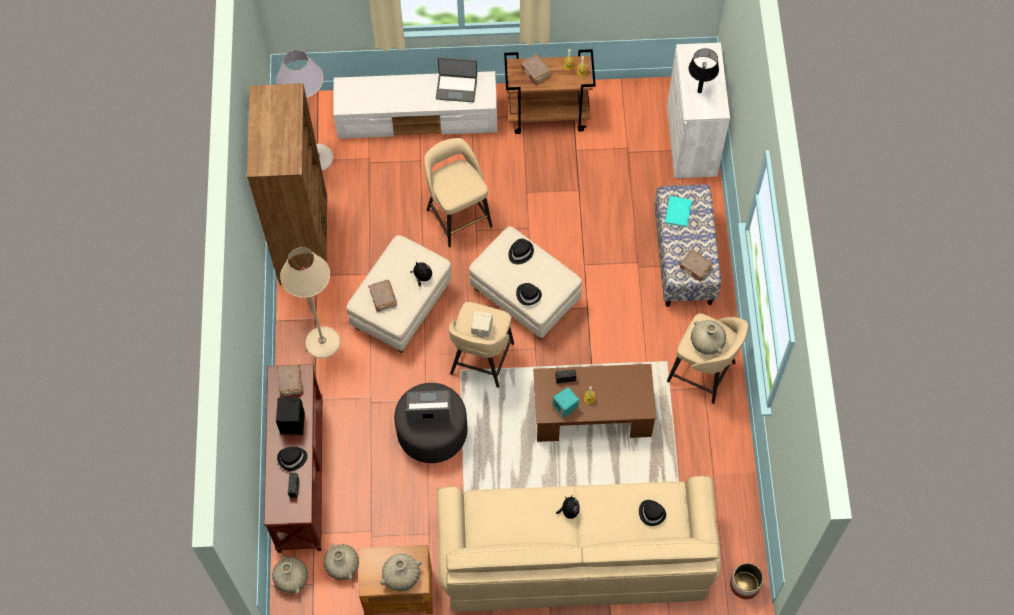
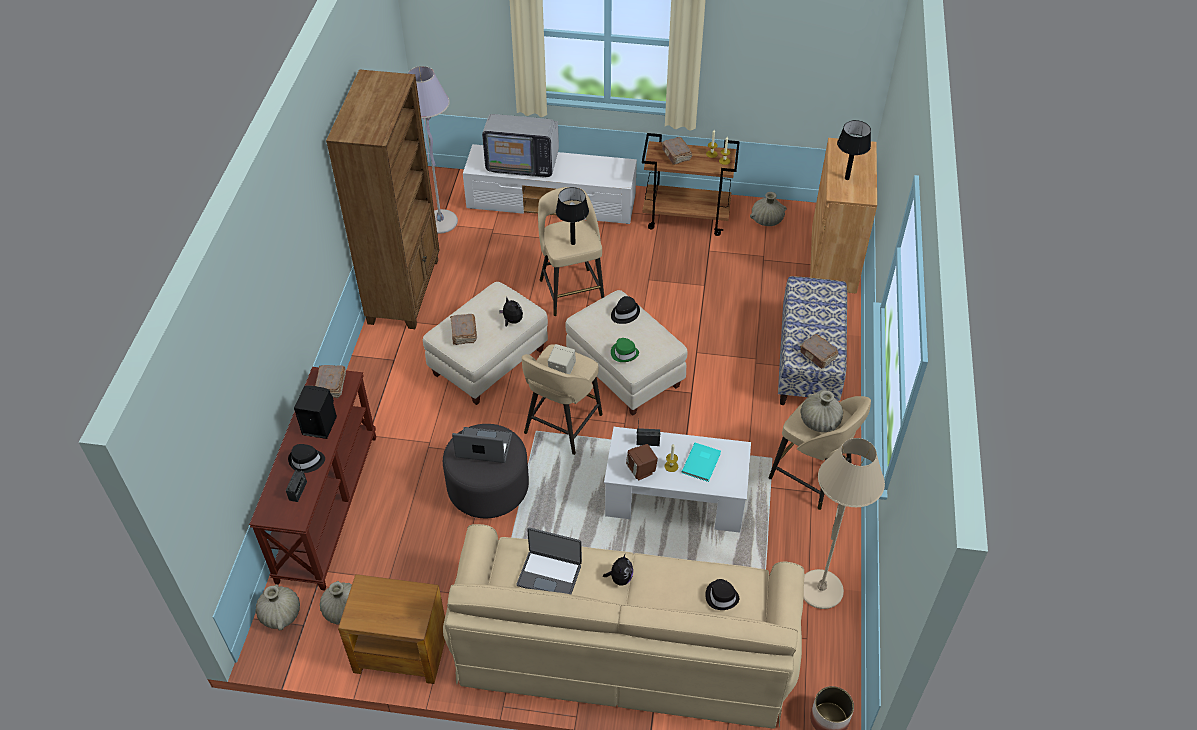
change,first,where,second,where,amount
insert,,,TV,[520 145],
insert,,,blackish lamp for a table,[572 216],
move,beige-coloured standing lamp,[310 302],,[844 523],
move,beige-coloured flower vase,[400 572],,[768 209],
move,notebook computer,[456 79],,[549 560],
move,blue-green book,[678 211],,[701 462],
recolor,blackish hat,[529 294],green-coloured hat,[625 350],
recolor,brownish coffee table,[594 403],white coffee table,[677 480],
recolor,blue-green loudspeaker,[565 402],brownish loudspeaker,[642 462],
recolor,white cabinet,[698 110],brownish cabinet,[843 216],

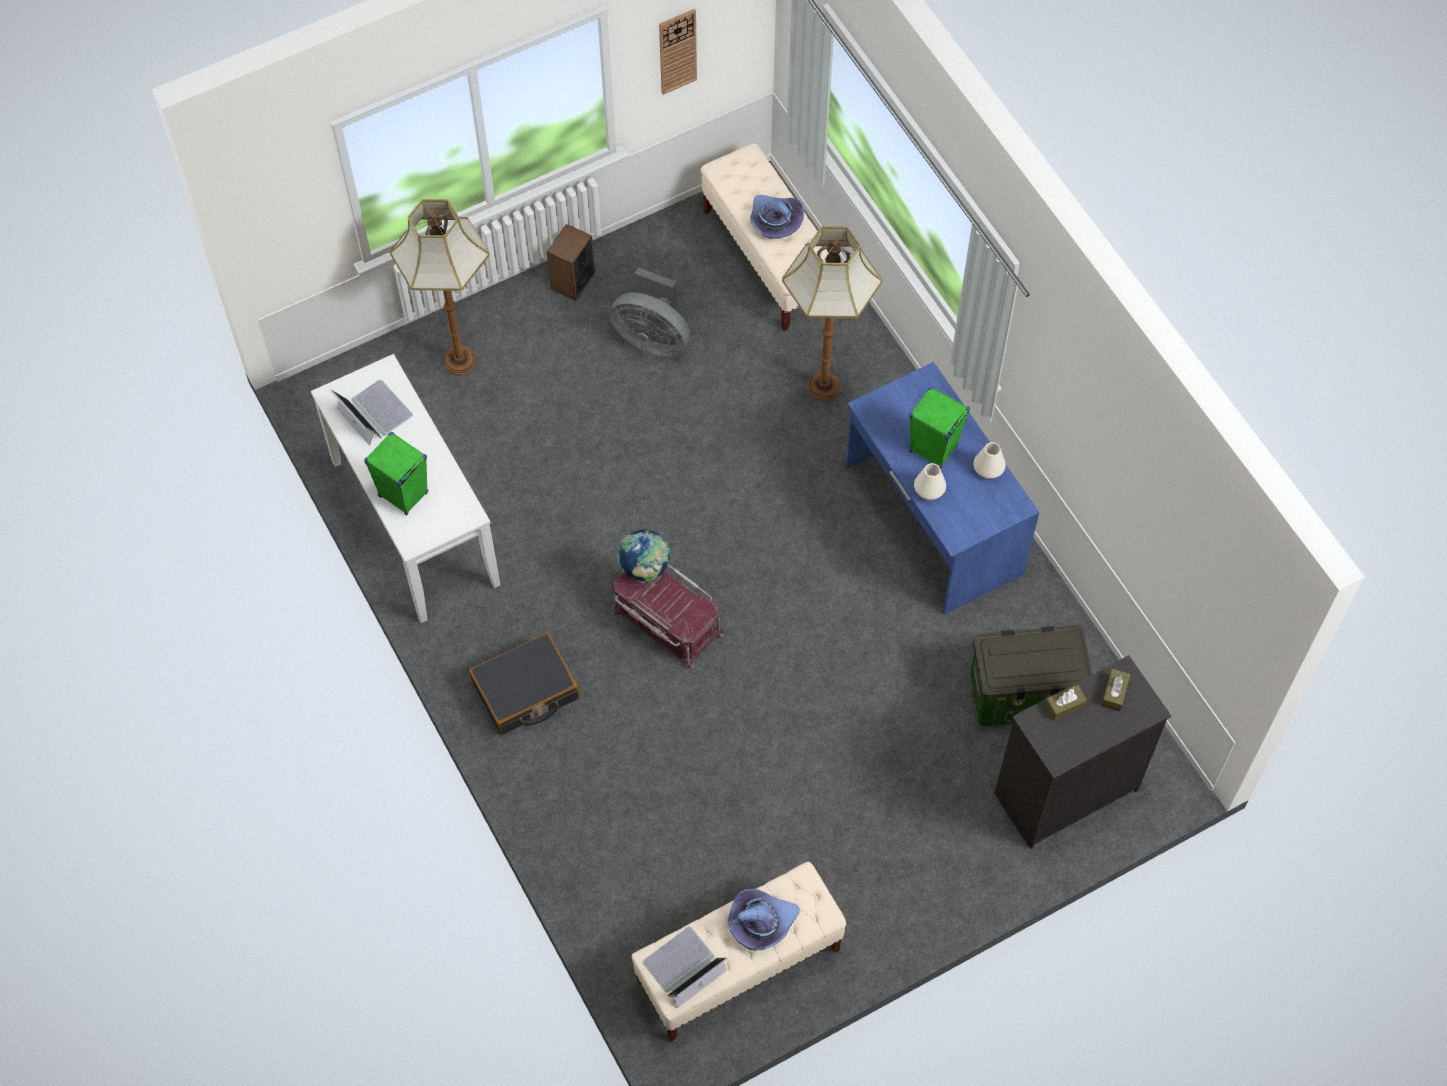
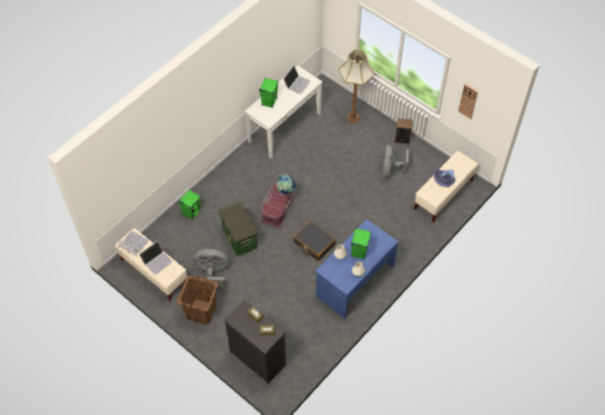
change,first,where,second,where,amount
delete,standing lamp,[832 313],,,
insert,,,brownish laundry basket,[197 300],
insert,,,green-coloured loudspeaker,[189 205],
insert,,,greyish electric fan,[211 269],
move,blackish suitcase,[524 684],,[315 241],
move,storage box,[1031 675],,[238 229],
replace,purple-coloured hat,[764 919],notebook computer,[155 258],

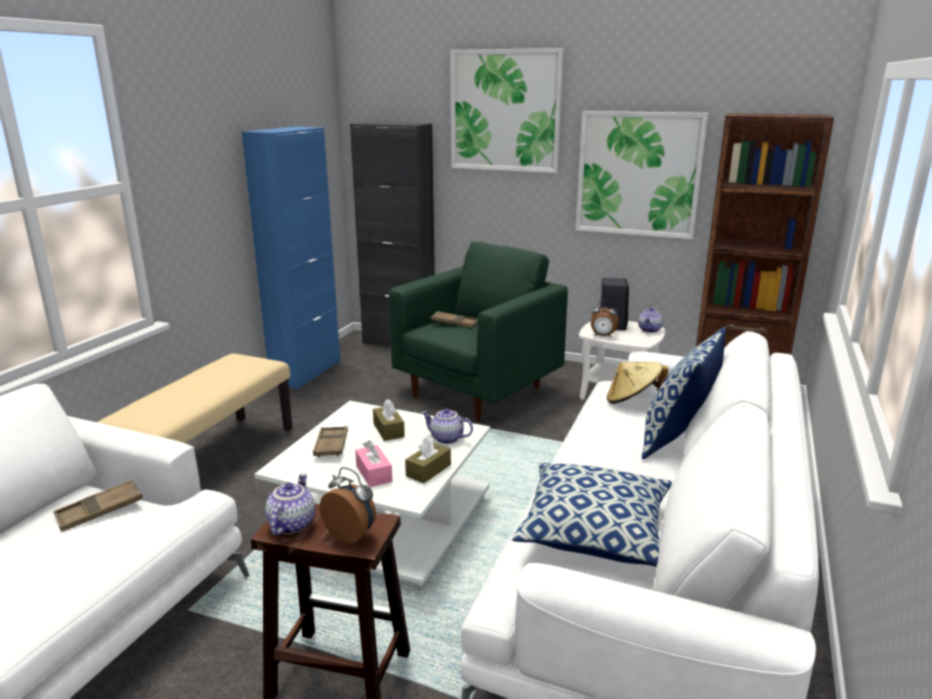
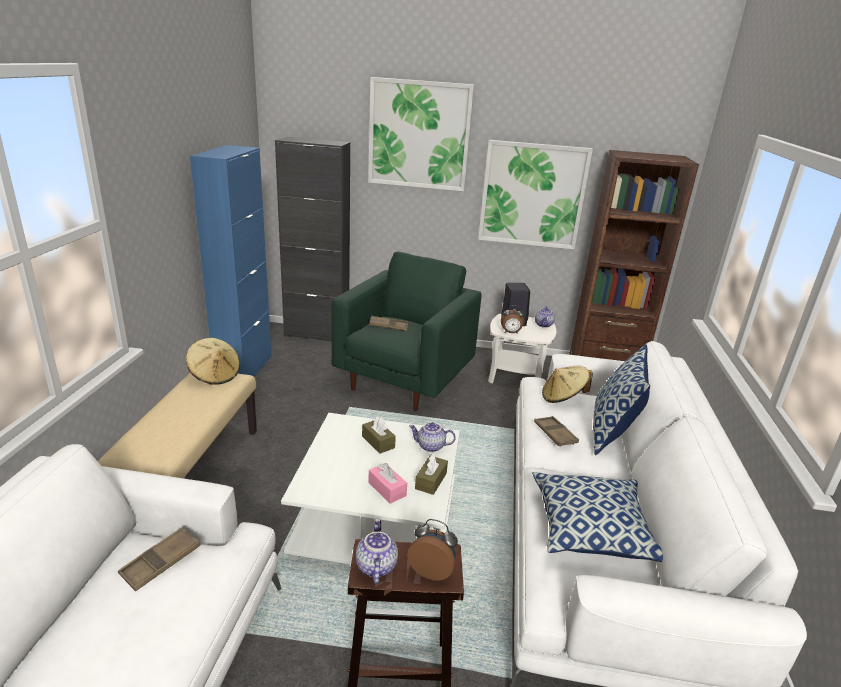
change,first,where,second,where,amount
insert,,,beige-coloured hat,[213 361],
move,brownish carrying tray,[330 441],,[556 431],

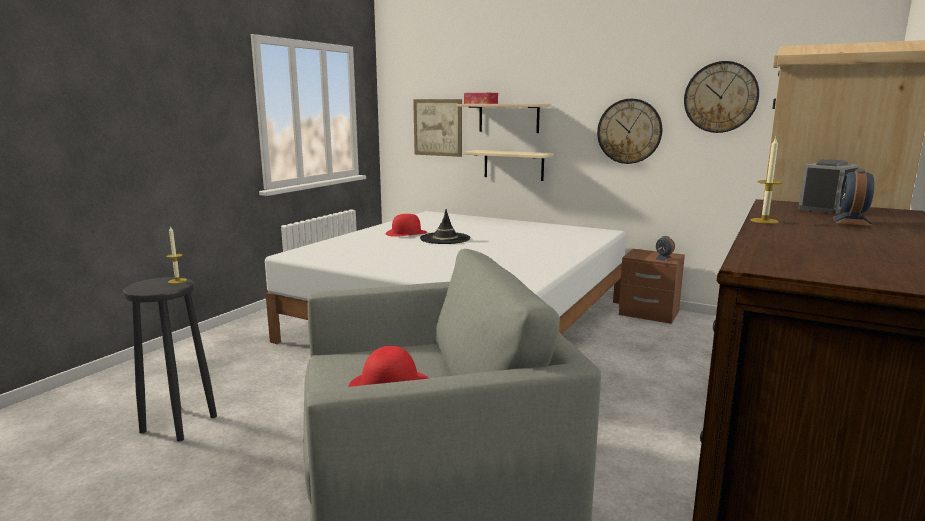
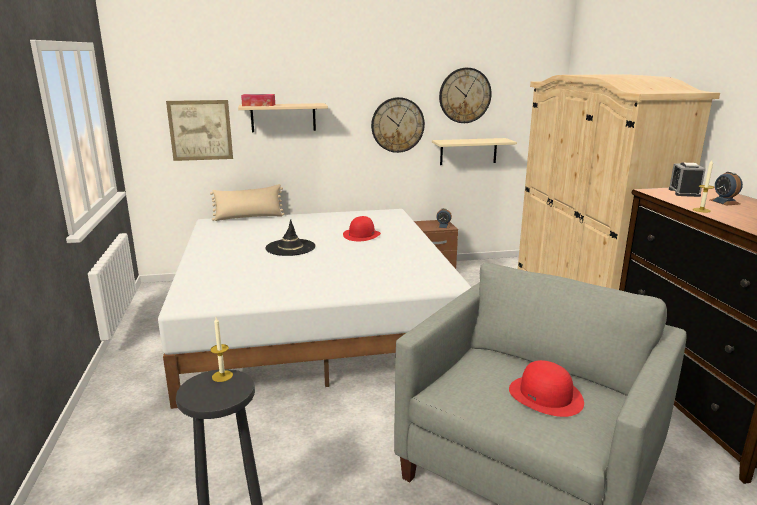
change,first,where,second,where,amount
insert,,,beige-coloured pillow,[247 202],
move,reddish hat,[406 225],,[362 228],
move,beige-coloured shelf,[508 165],,[474 151],

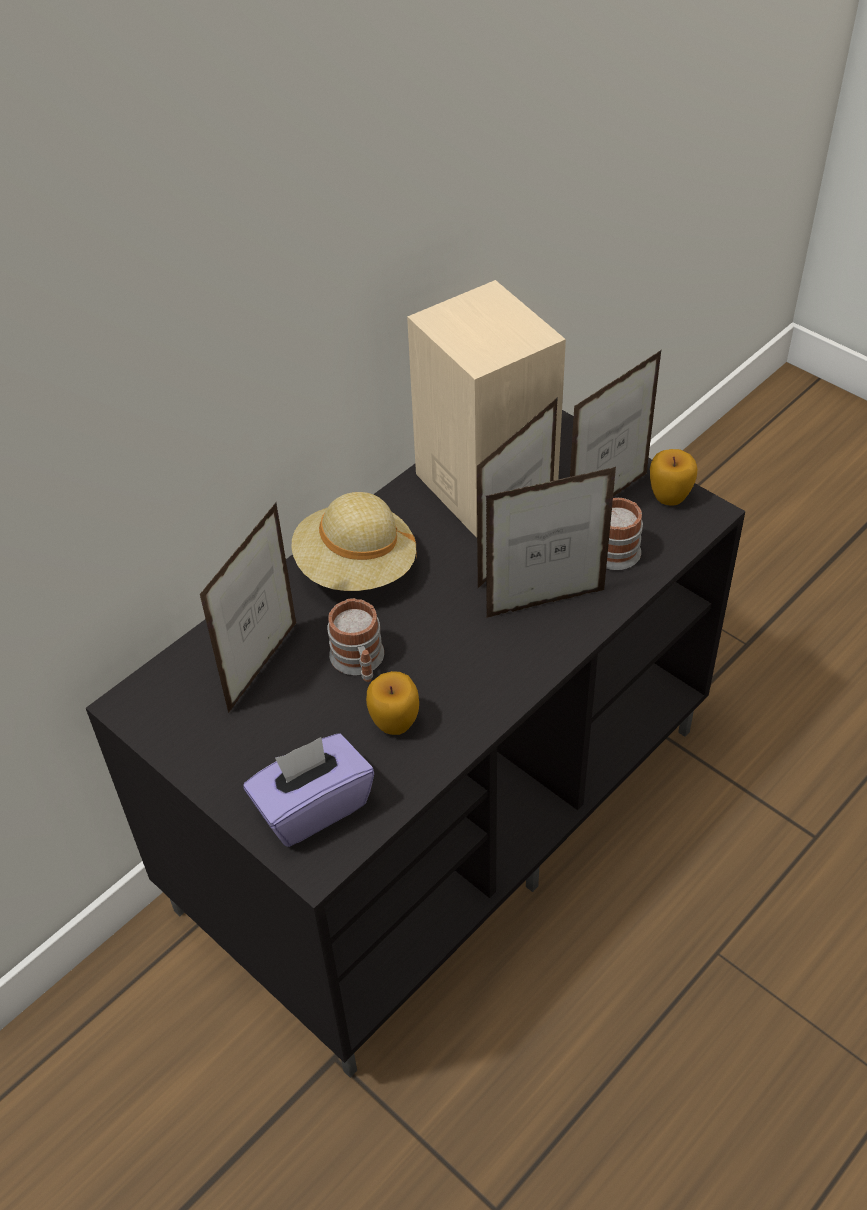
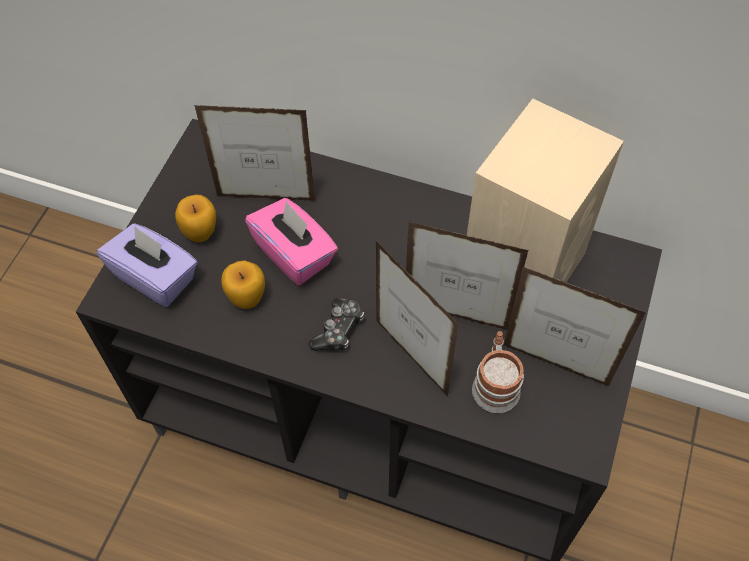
change,first,where,second,where,amount
delete,beige-coloured hat,[354 541],,,
insert,,,game controller,[336 324],
move,apple fruit,[673 477],,[195 218],
replace,mug,[355 640],pink-coloured tissue holder,[291 241],

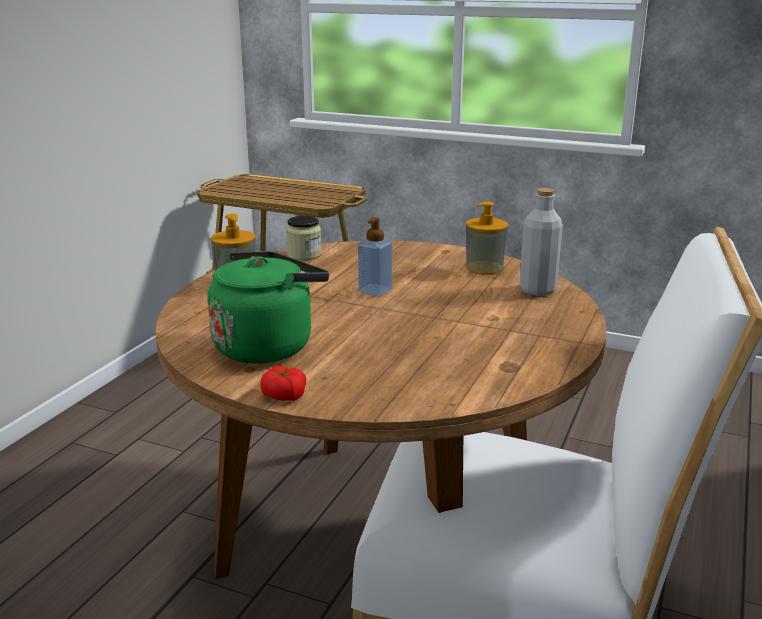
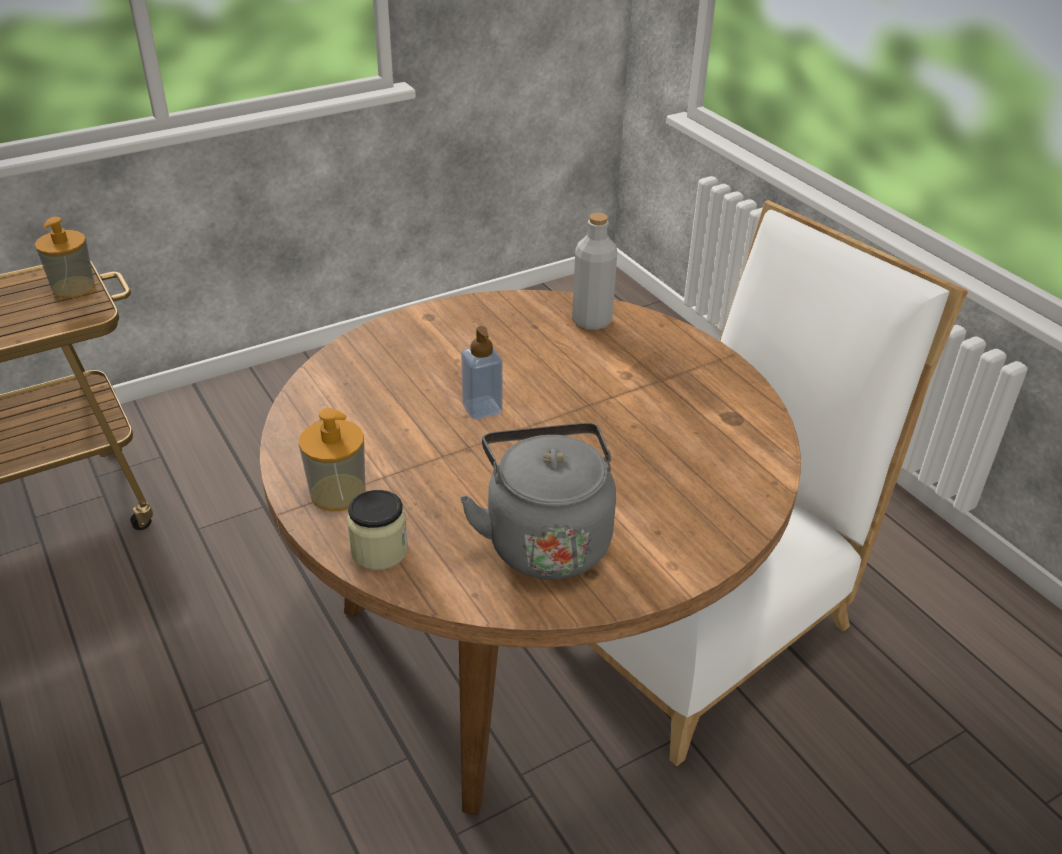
change,first,where,second,where,amount
delete,whole tomato,[283 383],,,
move,jar,[304 238],,[377 530],
move,soap bottle,[487 238],,[65 257],
recolor,green-coloured kettle,[268 307],greyish kettle,[538 501],

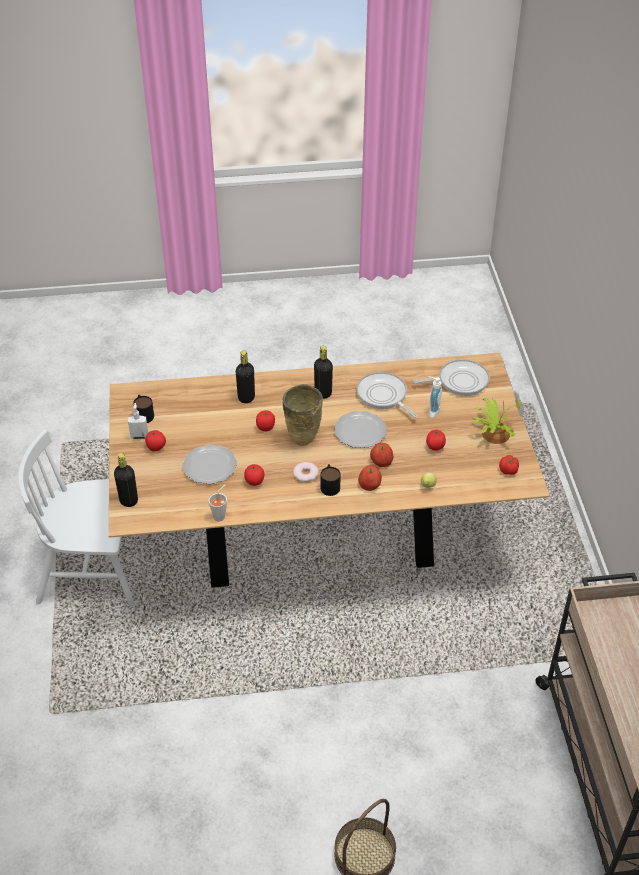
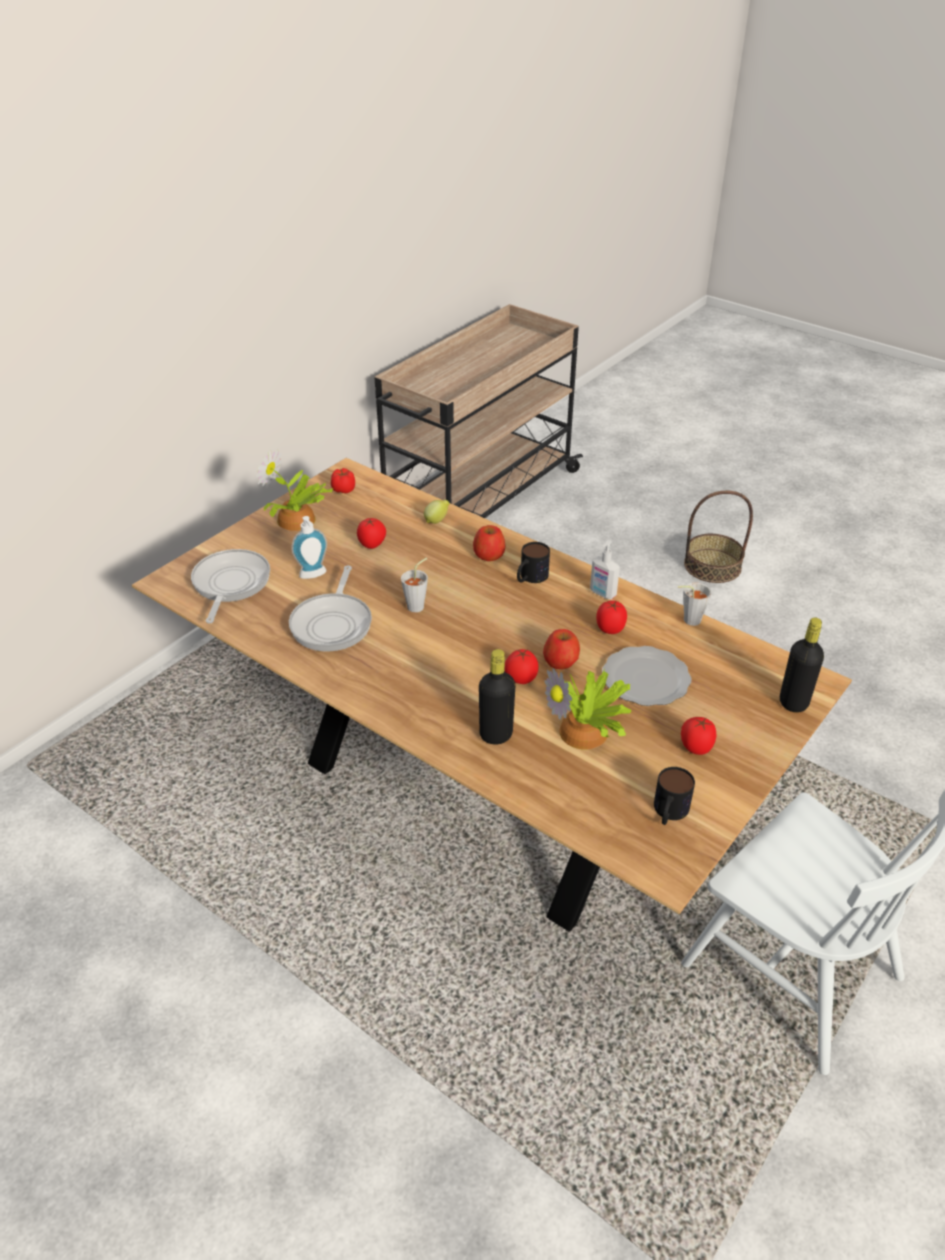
change,first,where,second,where,amount
delete,beige-coloured flower vase,[302 415],,,
delete,doughnut,[306 472],,,
delete,blackish beverage bottle,[323 372],,,
insert,,,potted plant,[588 709],
move,soap bottle,[138 421],,[605 569],
move,apple fruit,[381 455],,[561 649],
replace,plate,[360 429],greyish cup,[414 585],
rotate,pan,[451 377],,[230 586],60 degrees clockwise

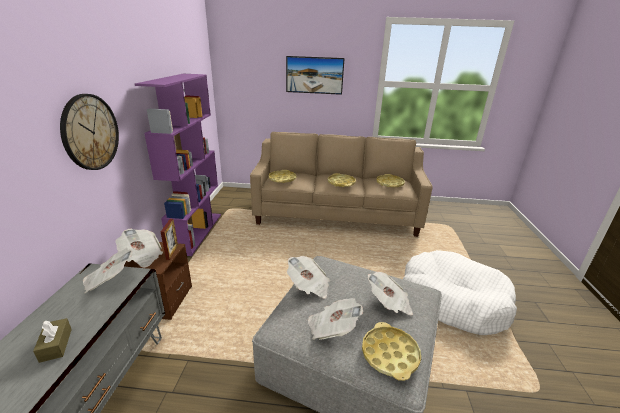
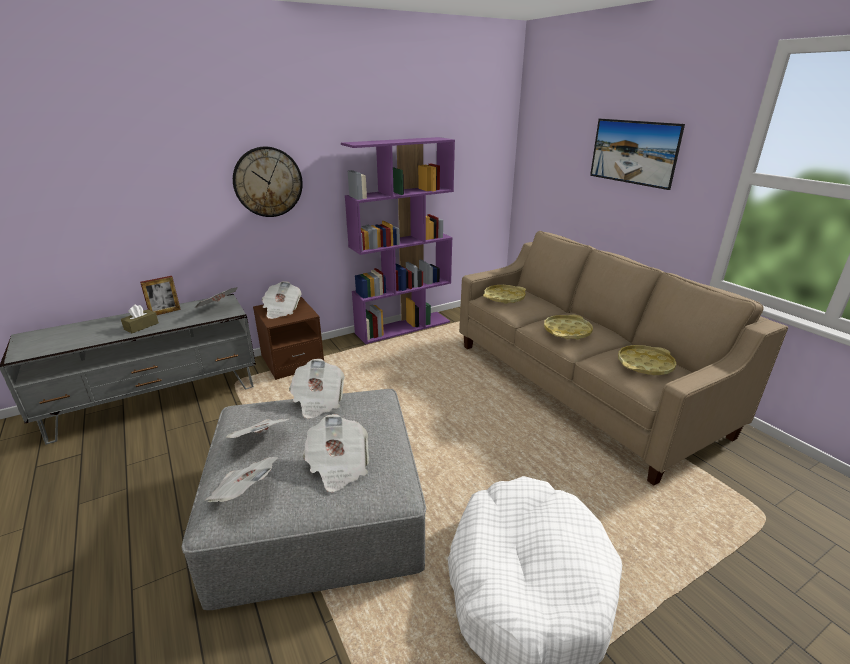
change,first,where,second,where,amount
move,picture frame,[169 239],,[160 295],
replace,yellowish carrying tray,[391 351],newspaper,[241 479],

